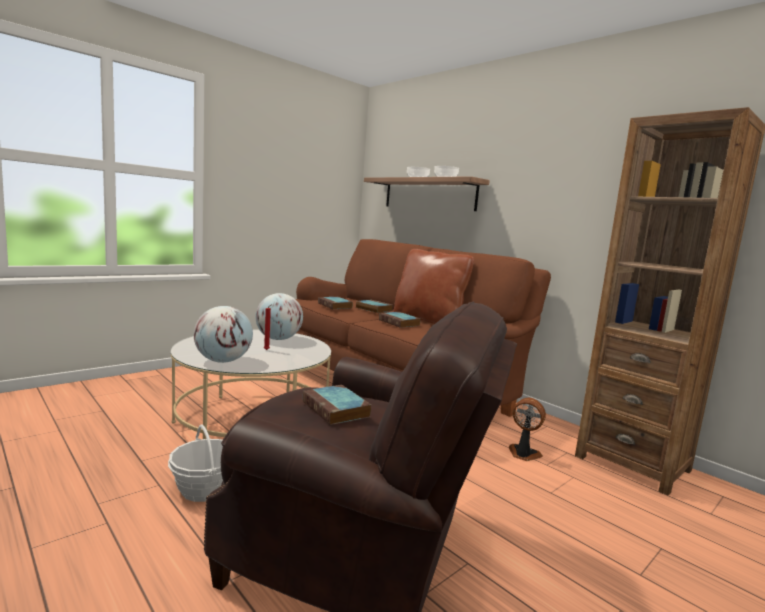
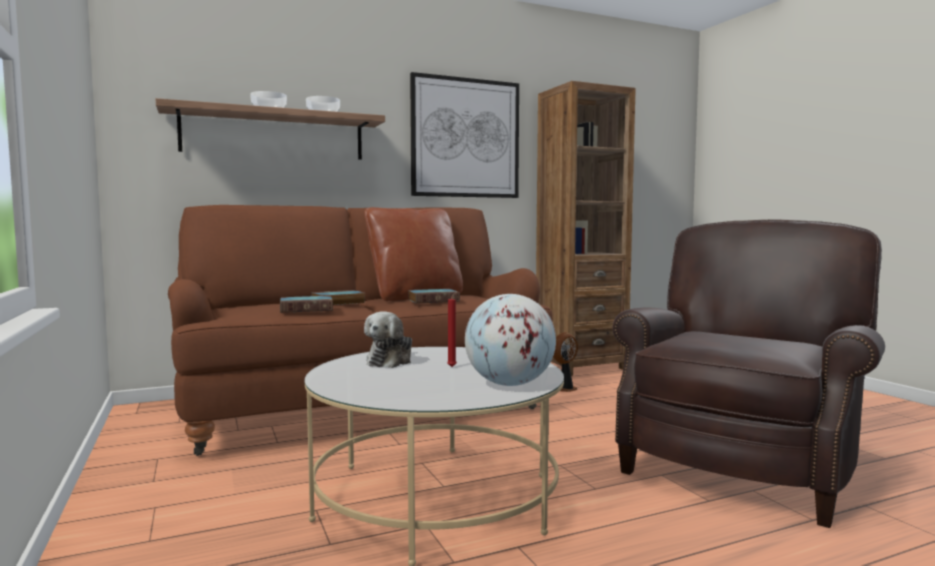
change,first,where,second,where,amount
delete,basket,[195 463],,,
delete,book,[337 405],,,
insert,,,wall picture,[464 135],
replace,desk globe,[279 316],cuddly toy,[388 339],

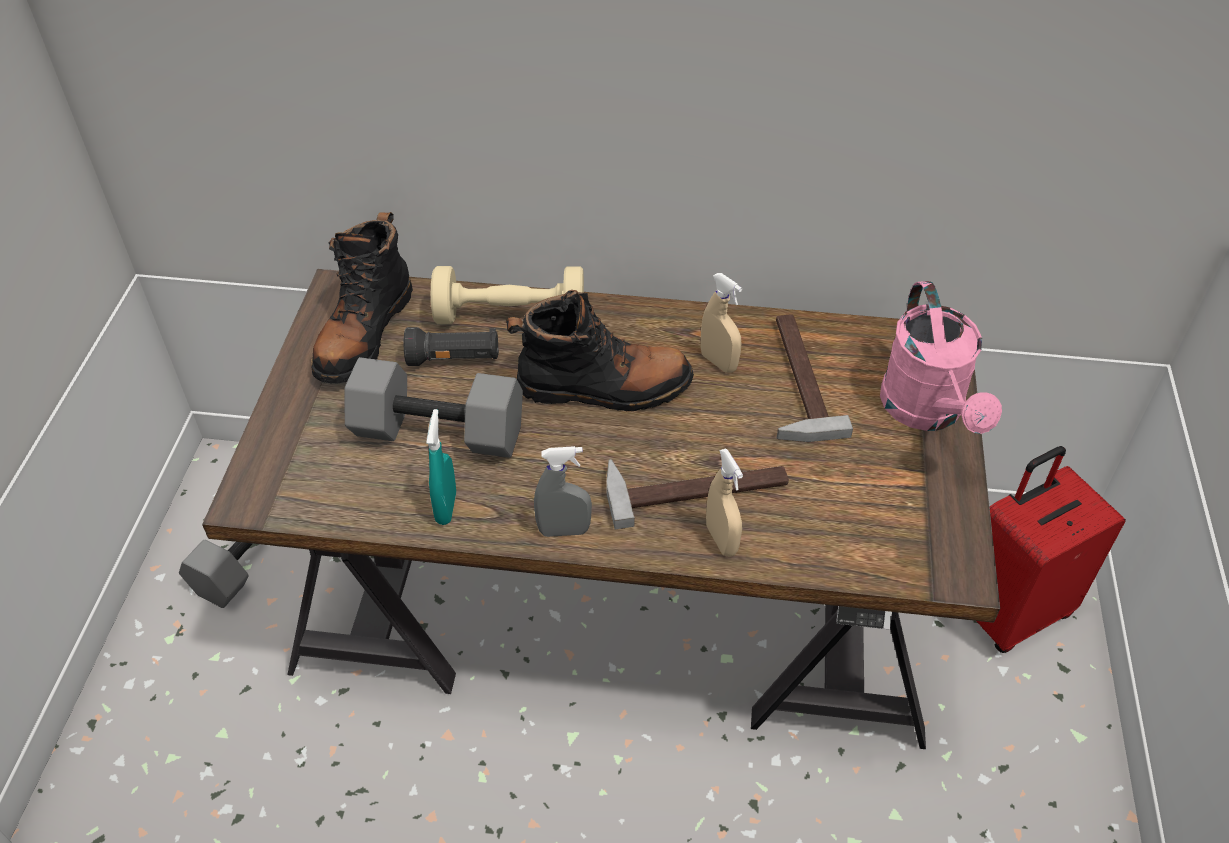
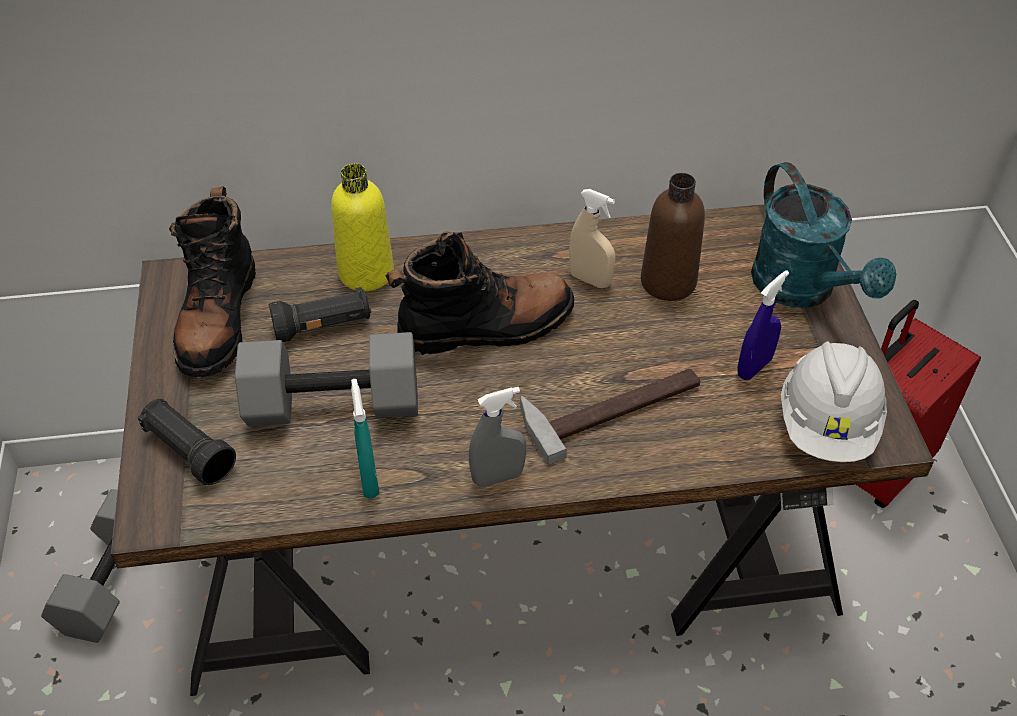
change,first,where,second,where,amount
delete,beige-coloured spray bottle,[724 502],,,
insert,,,blackish flashlight,[187 442],
insert,,,blue spray bottle,[763 325],
insert,,,white work helmet,[834 401],
replace,beige-coloured hand weight,[507 295],yellowish beverage bottle,[362 227],
replace,hammer,[814 378],brownish beverage bottle,[673 237],
recolor,pink-coloured sprinkling can,[941 357],blue-green sprinkling can,[823 235],

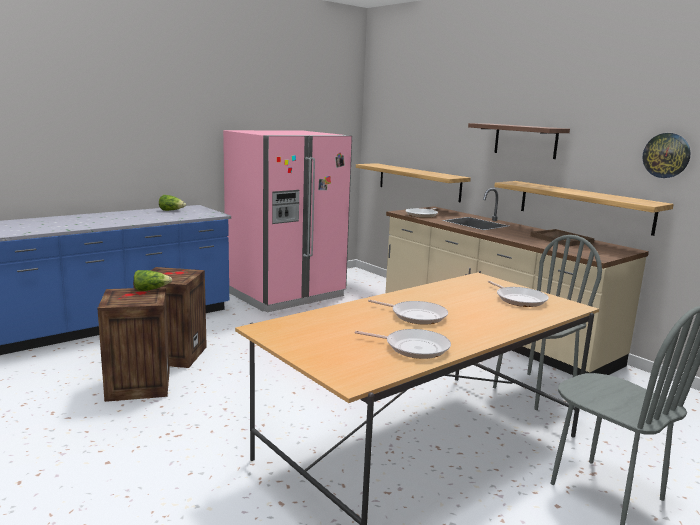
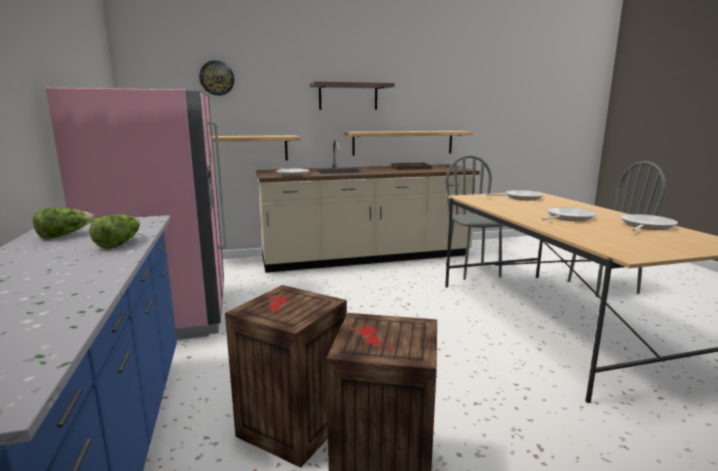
change,first,where,second,where,amount
move,lettuce,[153 280],,[114 231],
move,hanging clock,[666 155],,[216 78],

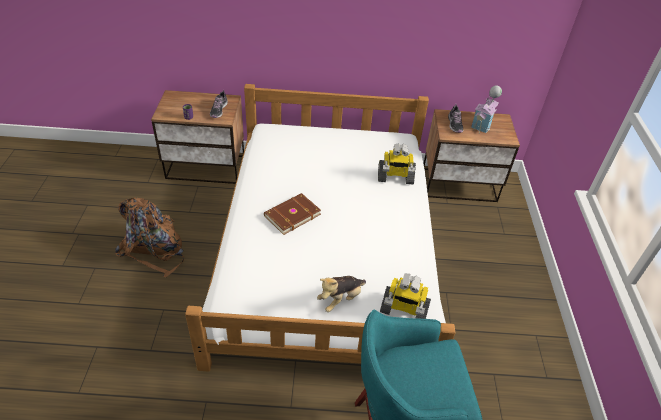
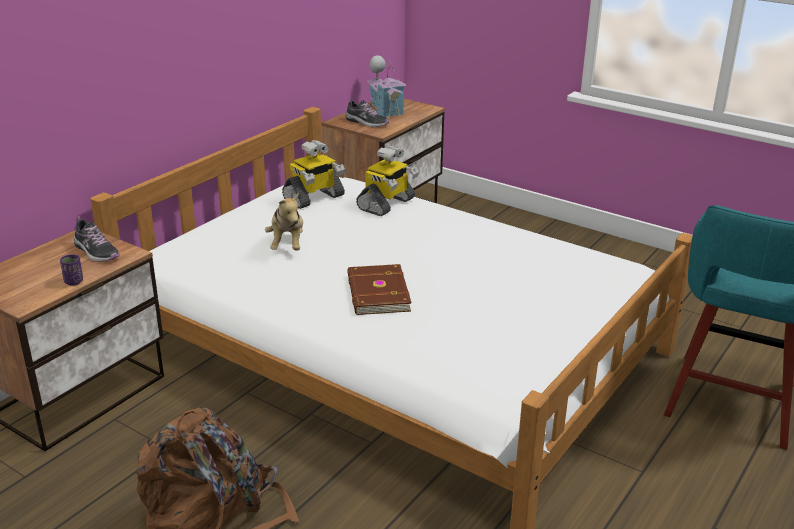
change,first,where,second,where,amount
move,cuddly toy,[341 294],,[284 222],
move,robot figure,[405 296],,[313 174],

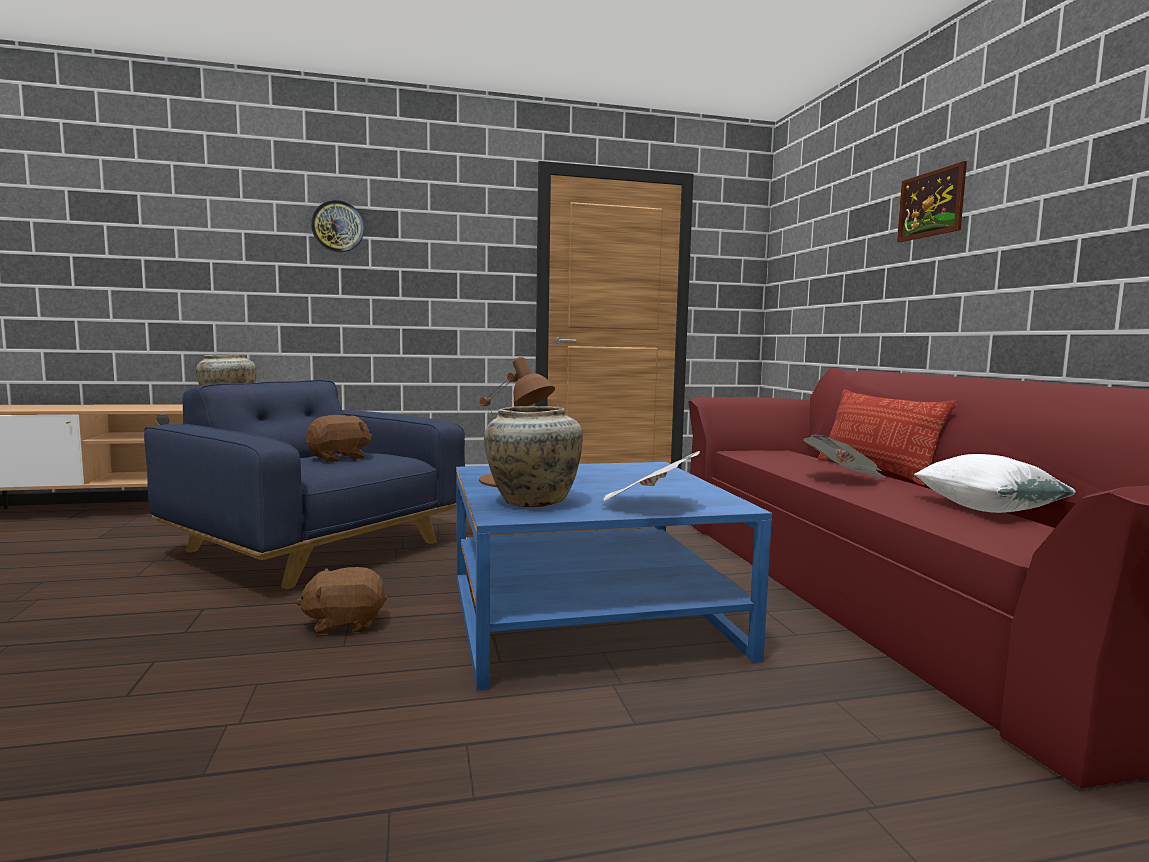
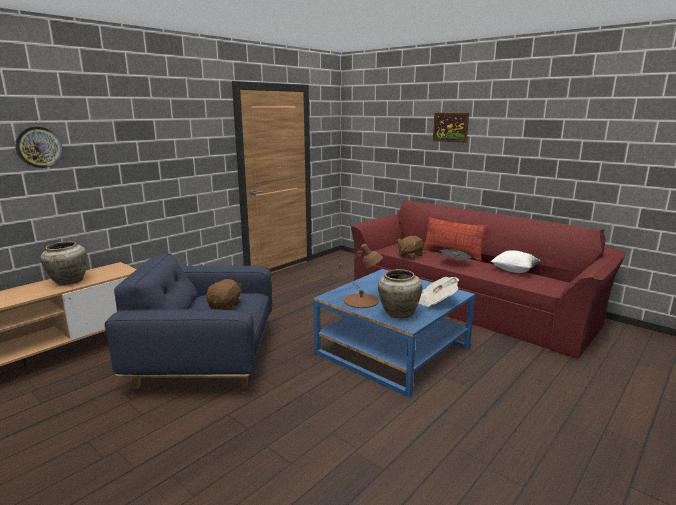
change,first,where,second,where,amount
move,brownish cuddly toy,[341 601],,[410 247],
move,hanging clock,[337 226],,[39 147],

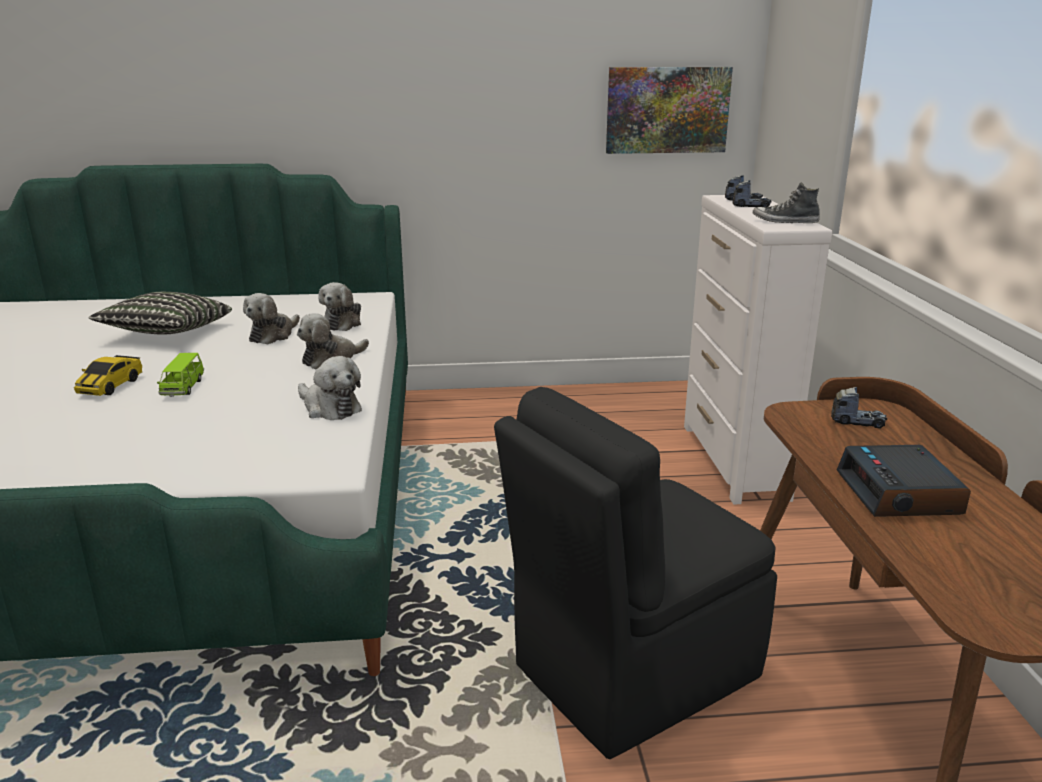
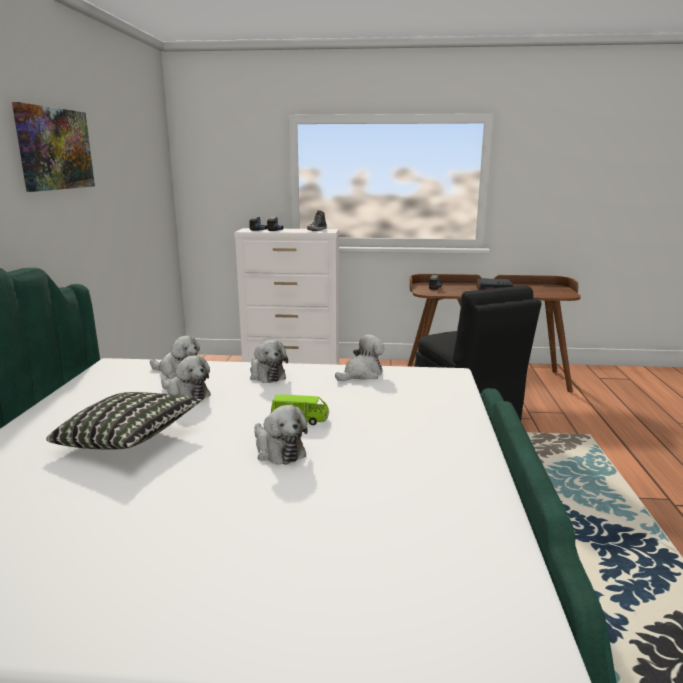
change,first,where,second,where,amount
move,wall picture,[669 110],,[53 147],
replace,miniature car,[108 375],cuddly toy,[281 435],

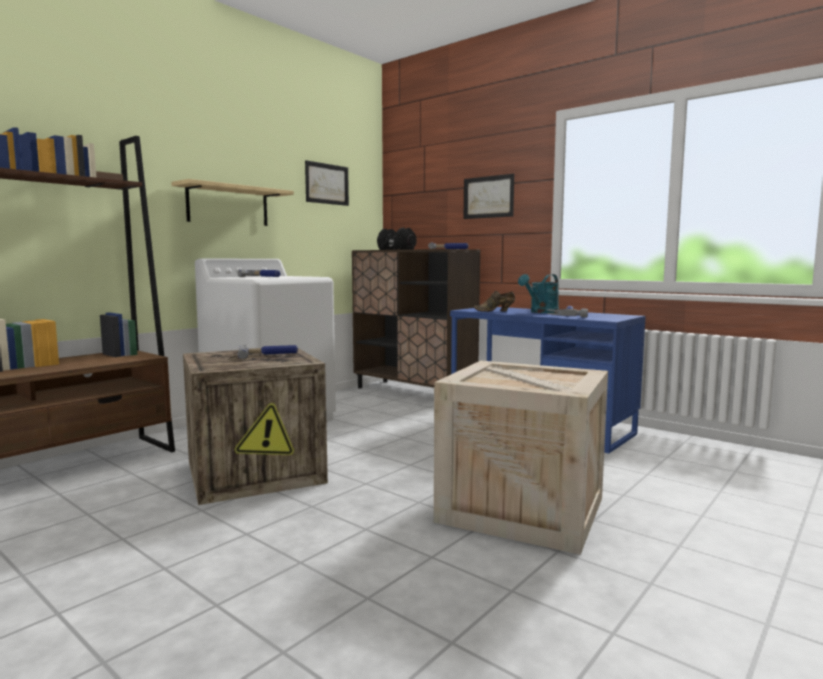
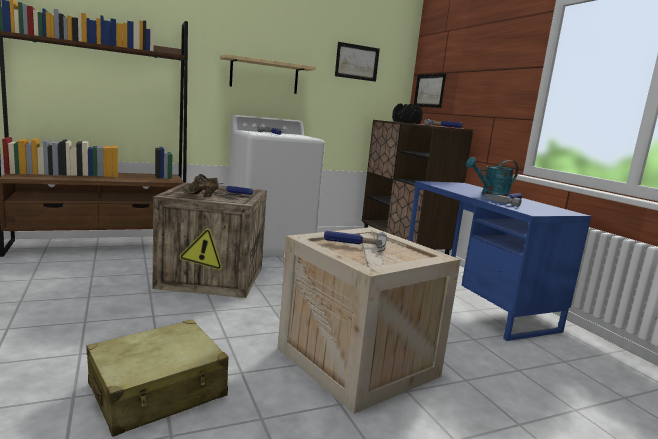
change,first,where,second,where,amount
insert,,,beige-coloured suitcase,[157 378],
insert,,,hammer,[355 241],
move,wall picture,[489 196],,[430 90],
move,brownish low shoe,[494 301],,[200 185],

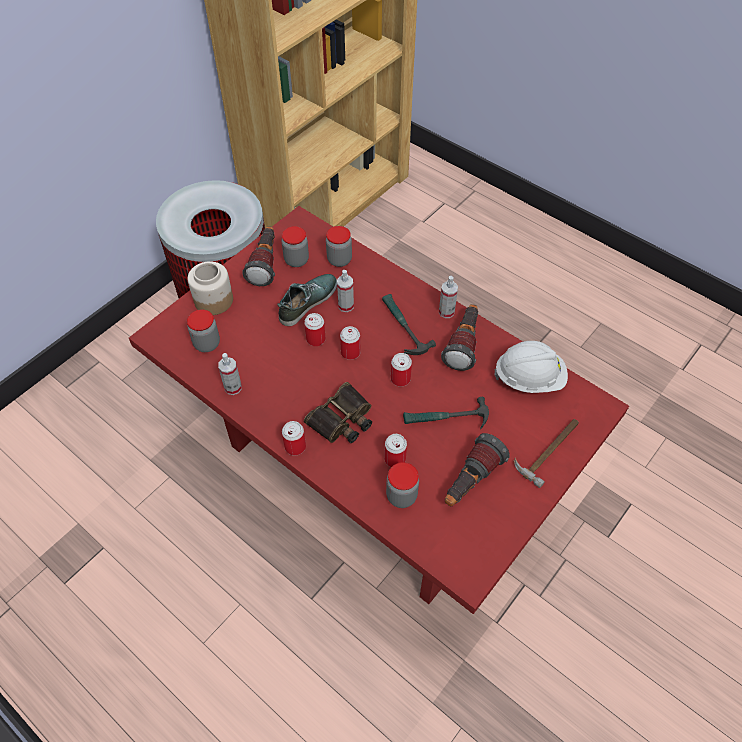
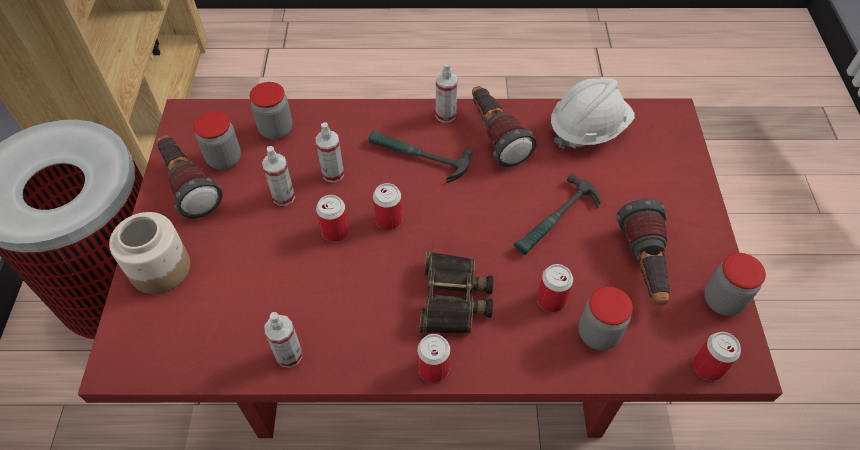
change,first,where,second,where,amount
delete,hammer,[546 453],,,
move,jar,[203 330],,[735 284],
move,can,[401 370],,[717 356],
replace,low shoe,[307 300],spray bottle,[278 176],

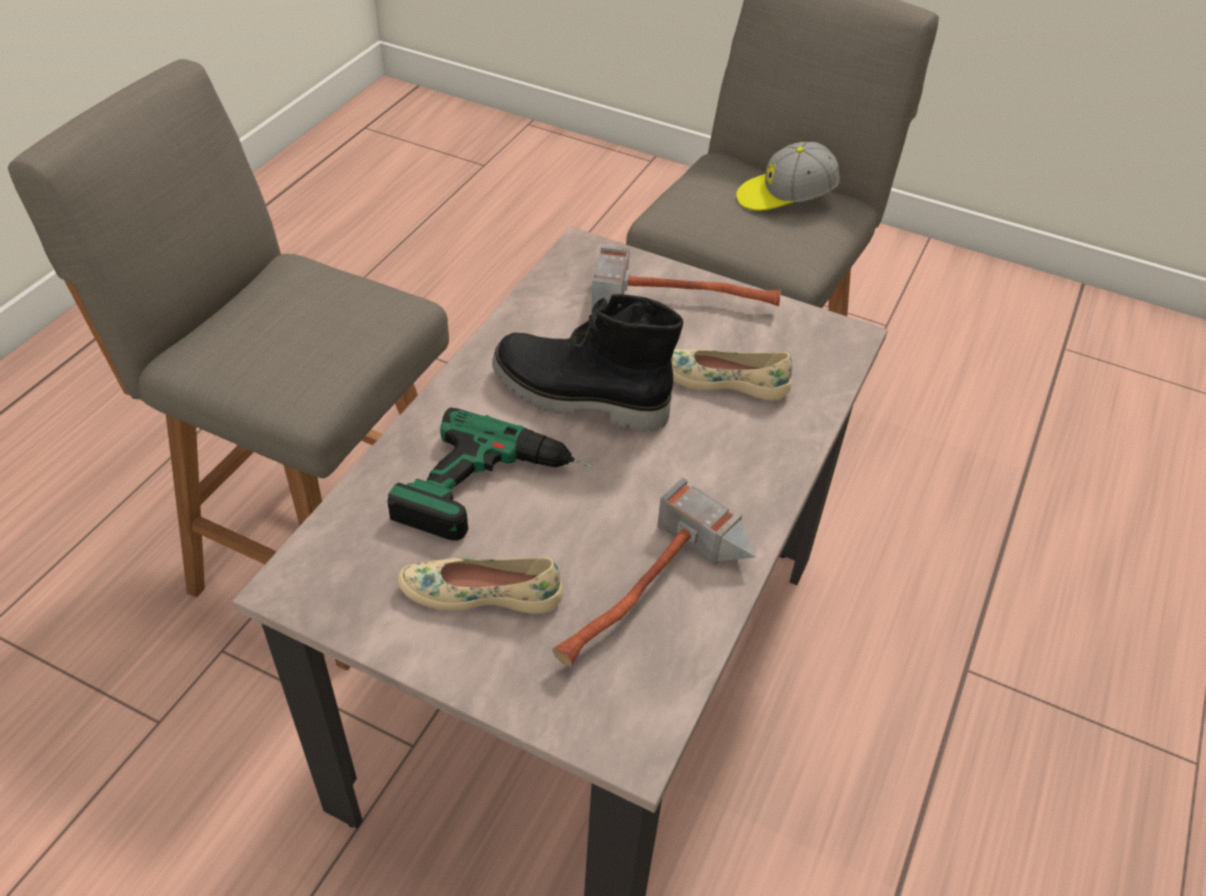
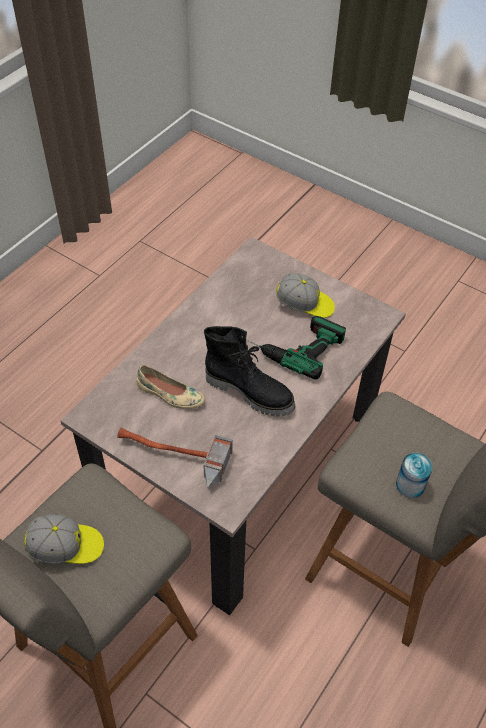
change,first,where,second,where,amount
delete,hammer,[654 572],,,
insert,,,can,[414 475],
replace,beige-coloured low shoe,[480 585],peaked cap,[305 295],

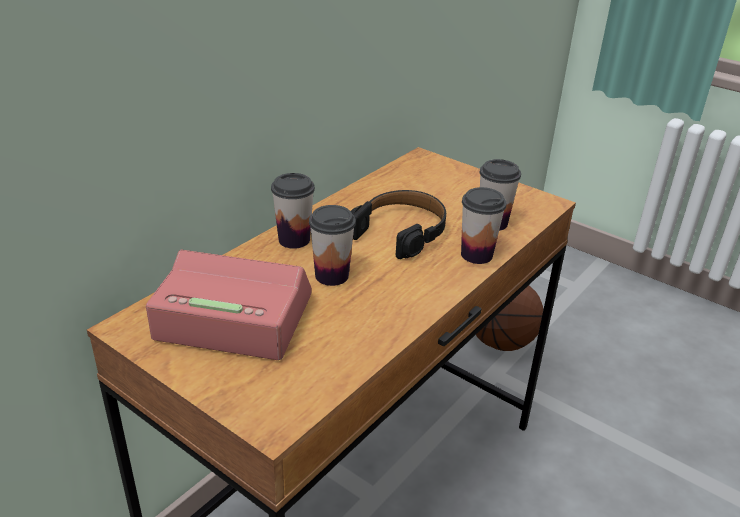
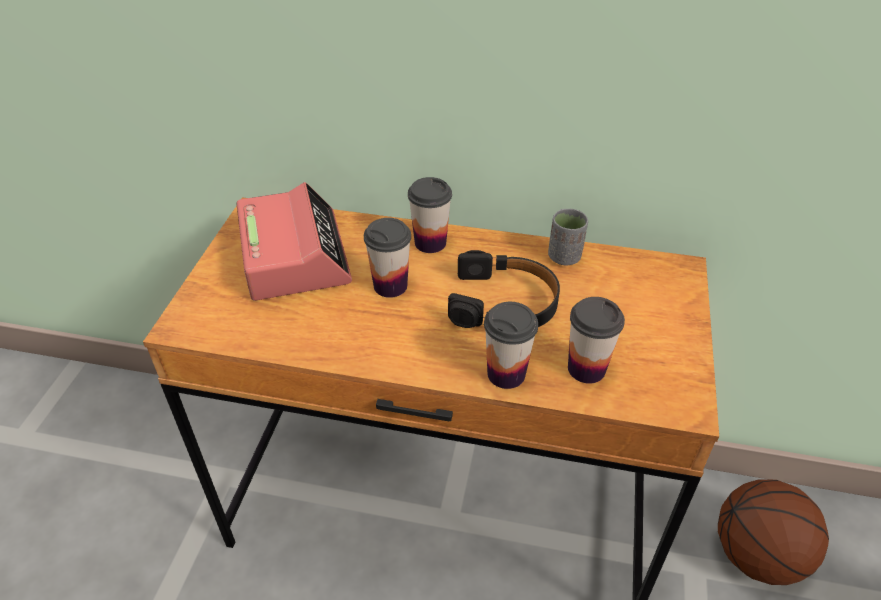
change,first,where,second,where,amount
insert,,,greyish cup,[568 237],

